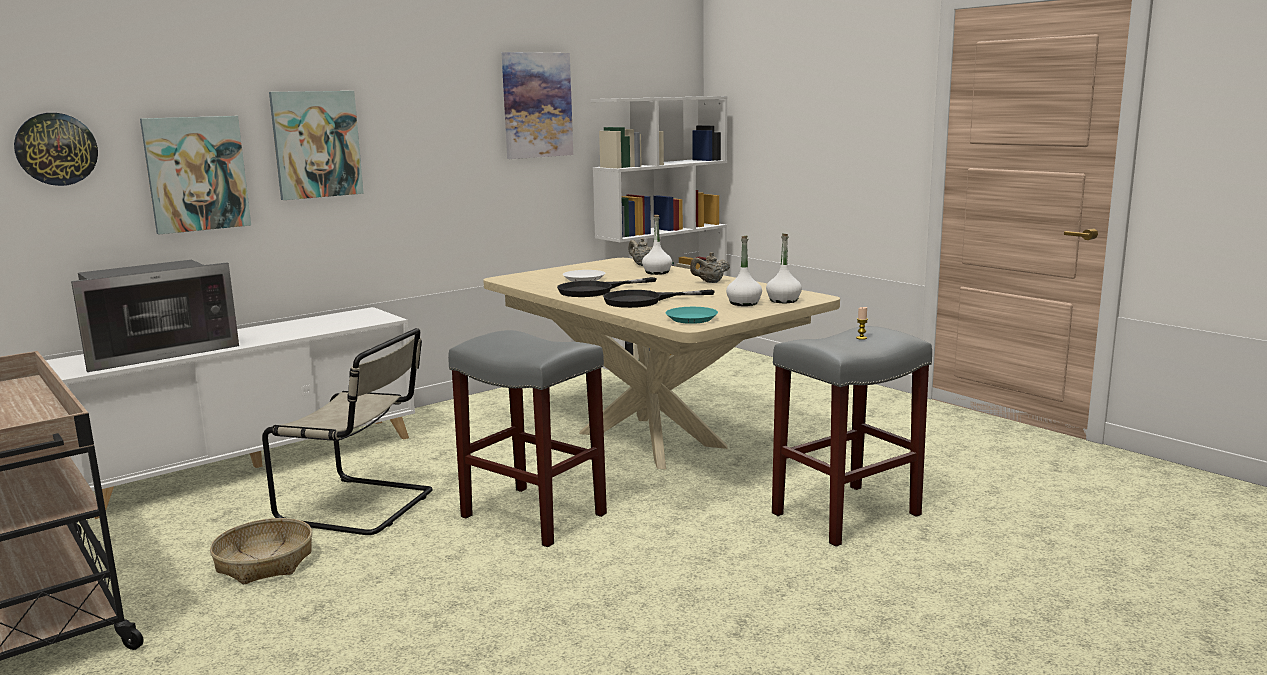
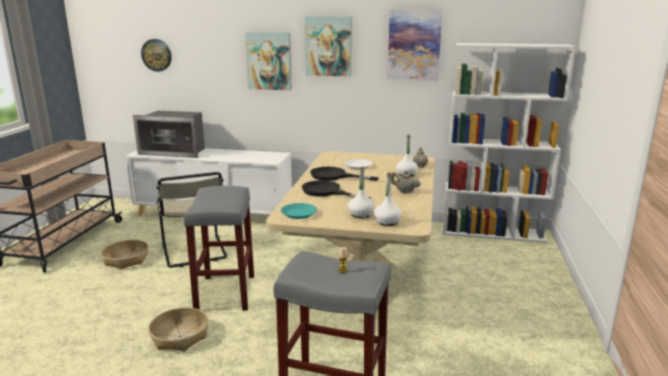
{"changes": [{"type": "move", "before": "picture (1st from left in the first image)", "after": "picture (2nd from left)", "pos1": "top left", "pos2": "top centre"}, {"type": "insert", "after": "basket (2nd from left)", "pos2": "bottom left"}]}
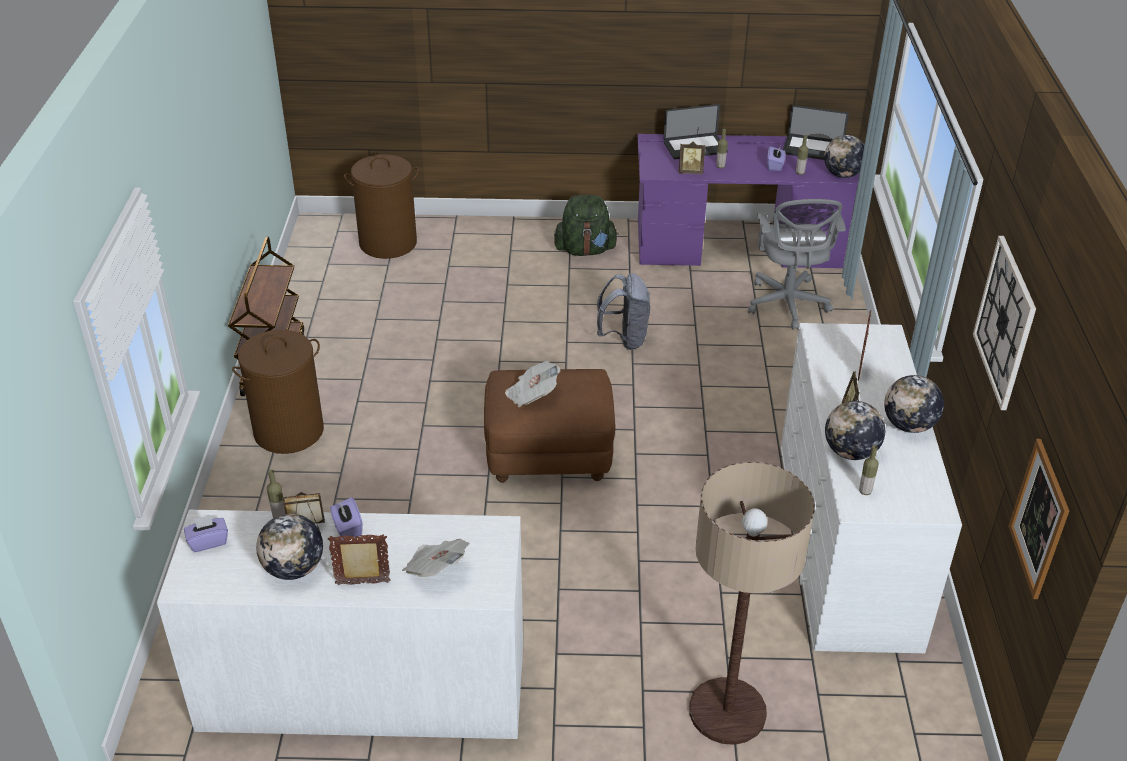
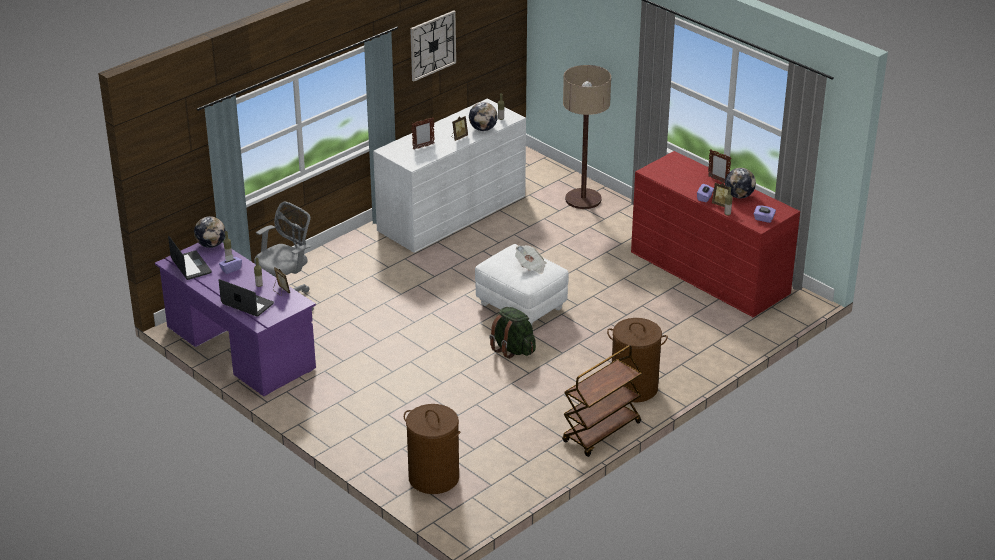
{"changes": [{"type": "recolor", "before": "white dresser (1st from left)", "after": "red dresser", "pos1": "bottom left", "pos2": "middle right"}, {"type": "delete", "before": "newspaper (1st from left)", "pos1": "bottom centre"}, {"type": "recolor", "before": "brown ottoman", "after": "white ottoman", "pos1": "centre", "pos2": "centre"}, {"type": "move", "before": "green backpack", "pos1": "top centre", "pos2": "centre"}, {"type": "delete", "before": "grey backpack", "pos1": "centre"}, {"type": "delete", "before": "globe (4th from left)", "pos1": "middle right"}, {"type": "delete", "before": "picture", "pos1": "bottom right"}]}
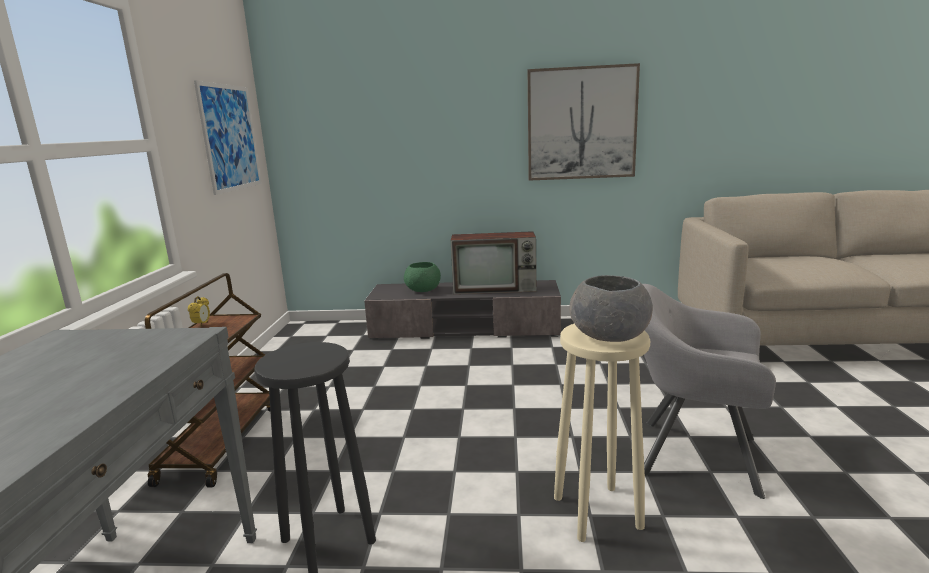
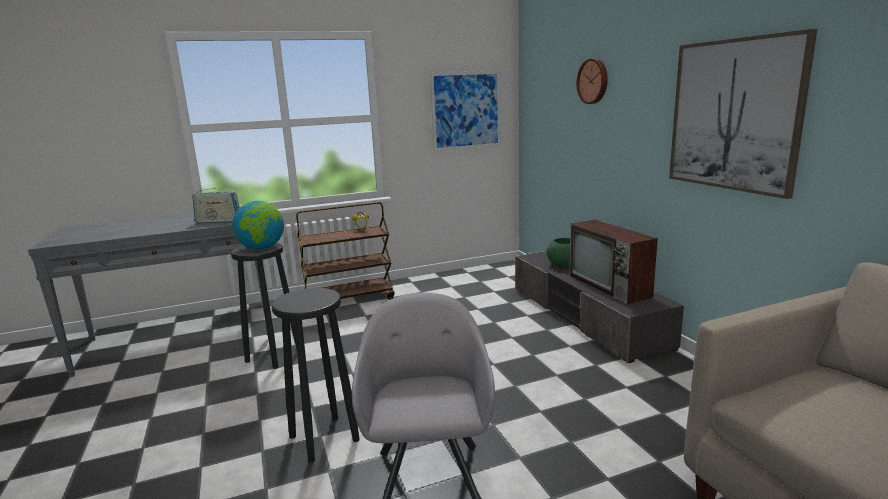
{"changes": [{"type": "recolor", "before": "beige stool", "after": "black stool (2nd from left)", "pos1": "bottom centre", "pos2": "bottom centre"}, {"type": "delete", "before": "grey bowl", "pos1": "centre"}, {"type": "insert", "after": "radio", "pos2": "middle left"}, {"type": "insert", "after": "globe", "pos2": "middle left"}, {"type": "insert", "after": "wall clock", "pos2": "top right"}]}
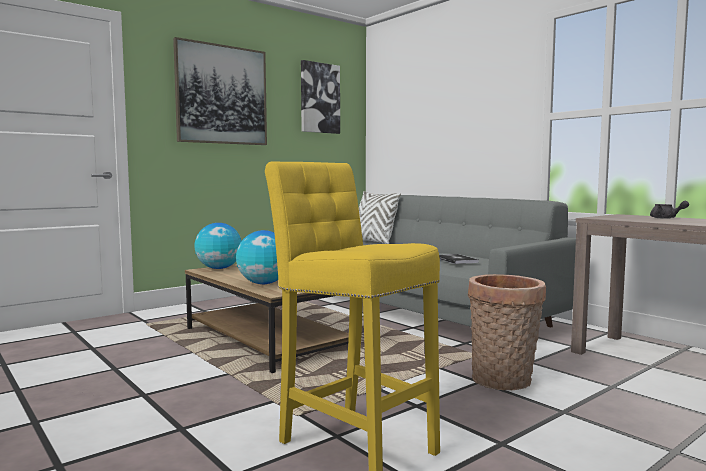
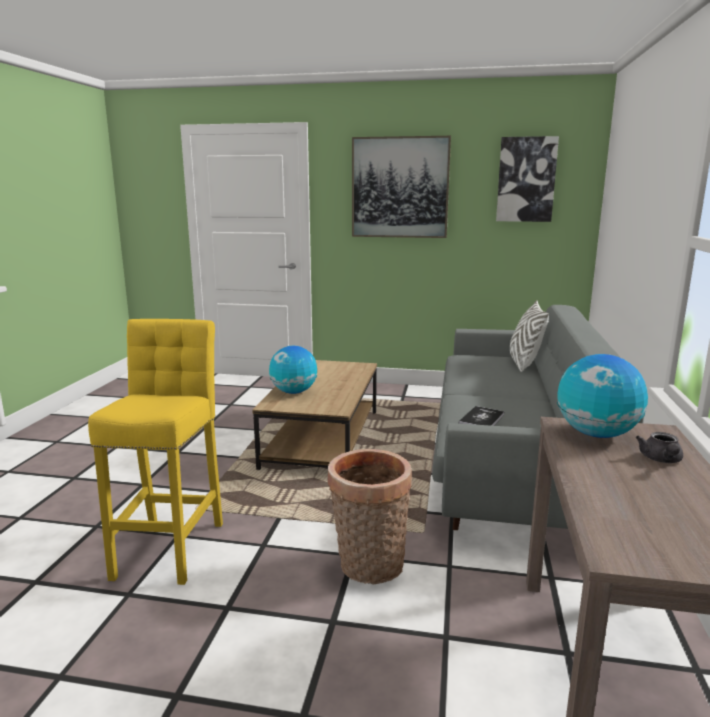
{"changes": [{"type": "move", "before": "globe (1st from left in the first image)", "after": "globe (2nd from left)", "pos1": "middle left", "pos2": "middle right"}]}
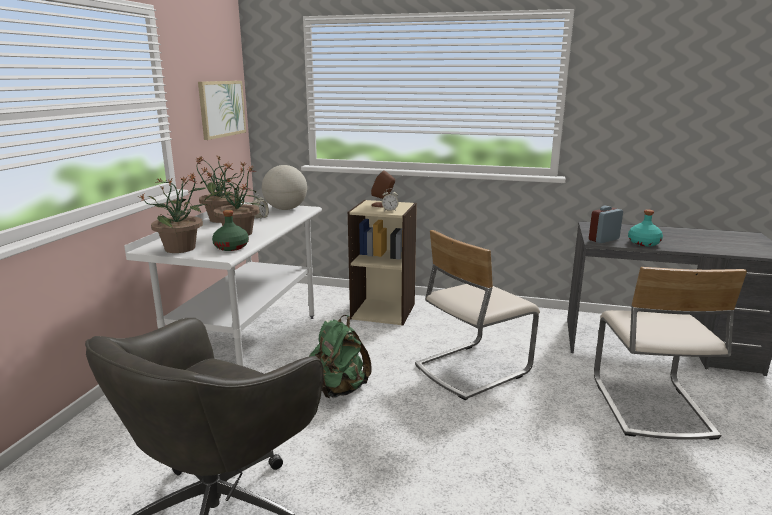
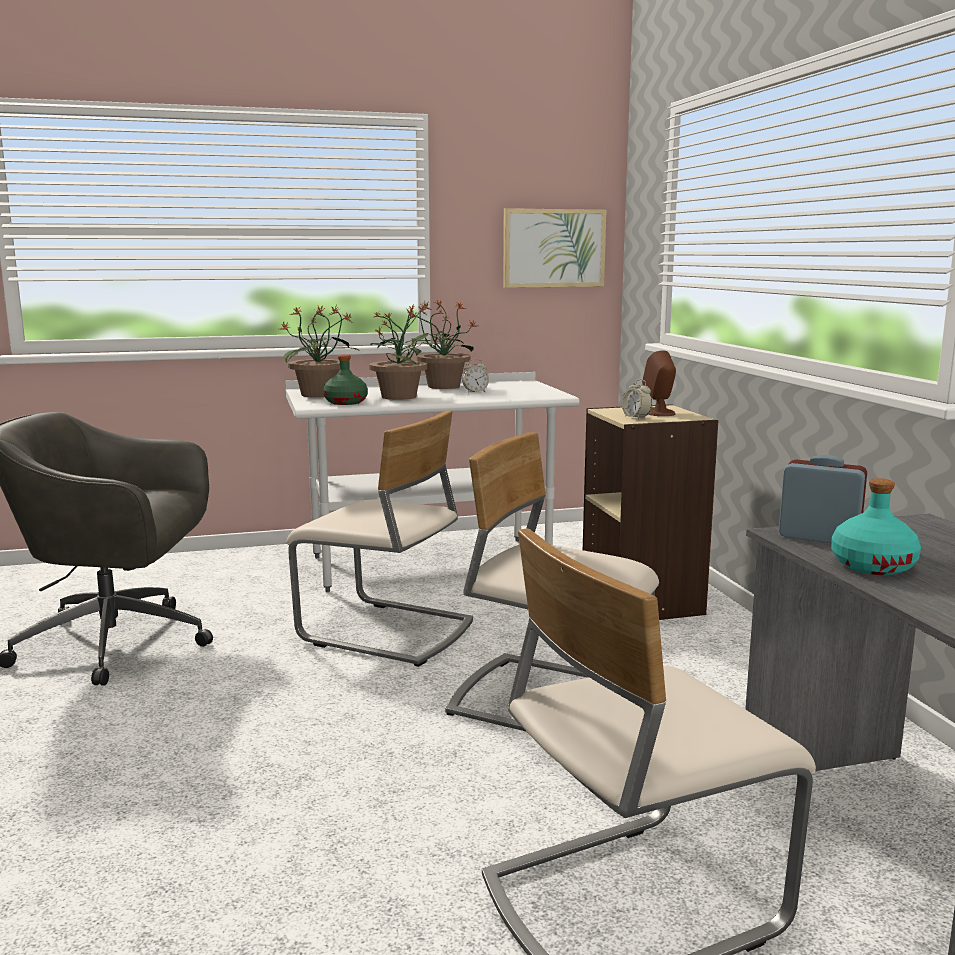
{"changes": [{"type": "delete", "before": "globe", "pos1": "centre"}, {"type": "replace", "before": "green backpack", "after": "beige chair (1st from left)", "pos1": "bottom centre", "pos2": "centre"}]}
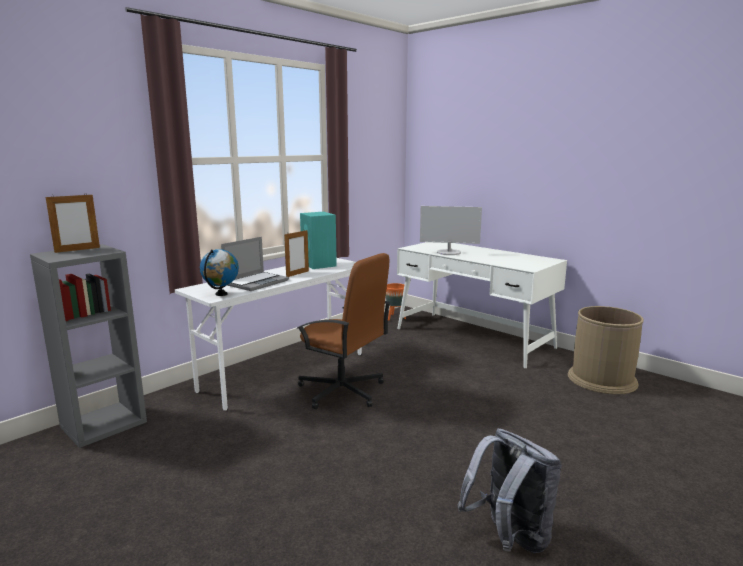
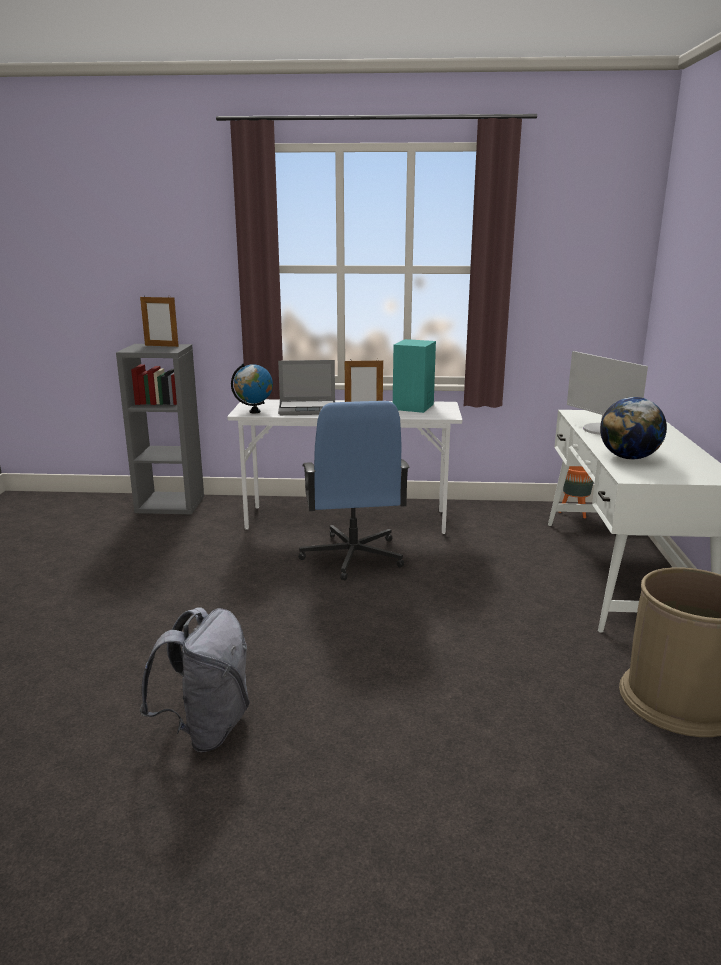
{"changes": [{"type": "recolor", "before": "brown office chair", "after": "blue office chair", "pos1": "centre", "pos2": "centre"}, {"type": "insert", "after": "globe (2nd from left)", "pos2": "middle right"}]}
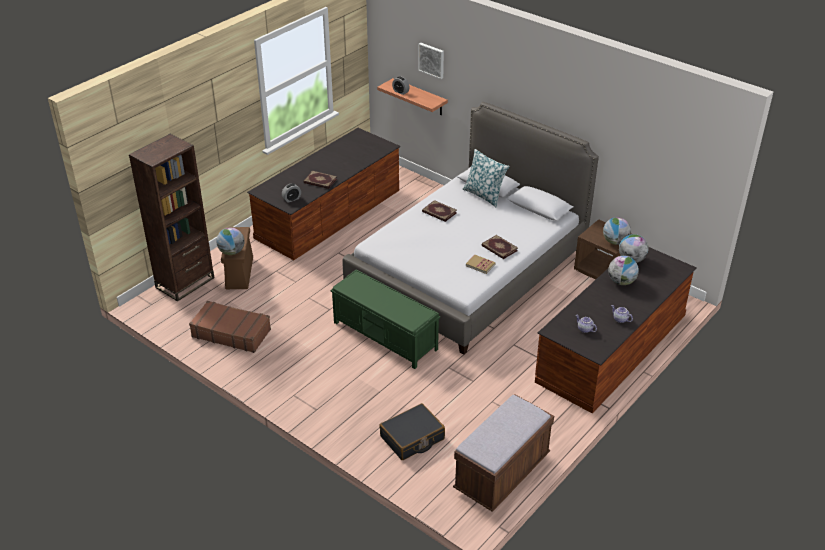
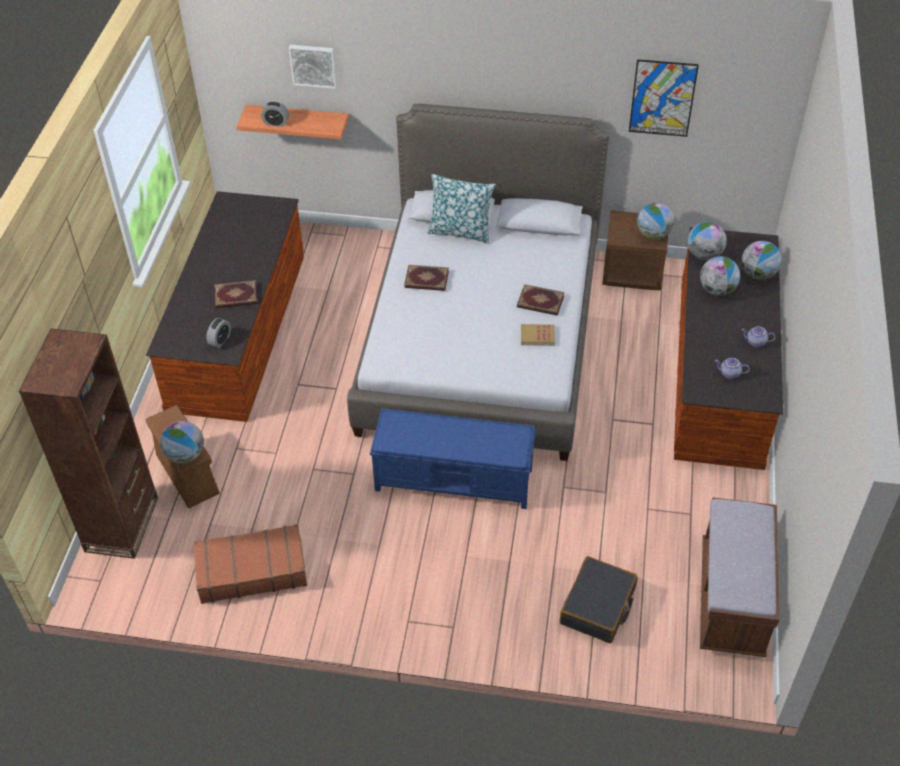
{"changes": [{"type": "recolor", "before": "green bench", "after": "blue bench", "pos1": "centre", "pos2": "centre"}, {"type": "insert", "after": "picture (2nd from left)", "pos2": "top right"}, {"type": "insert", "after": "globe (5th from left)", "pos2": "middle right"}]}
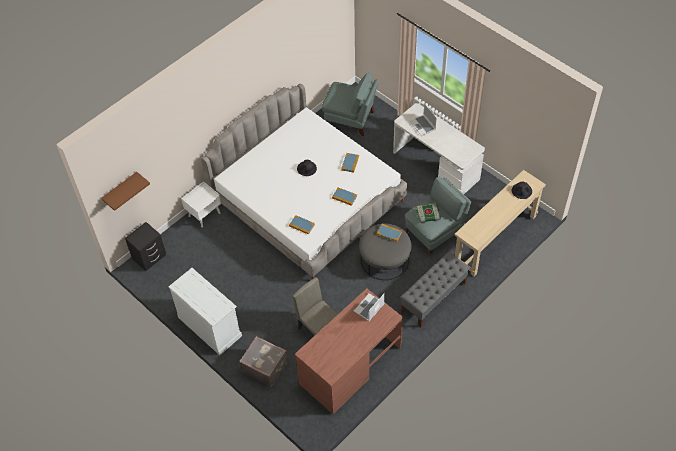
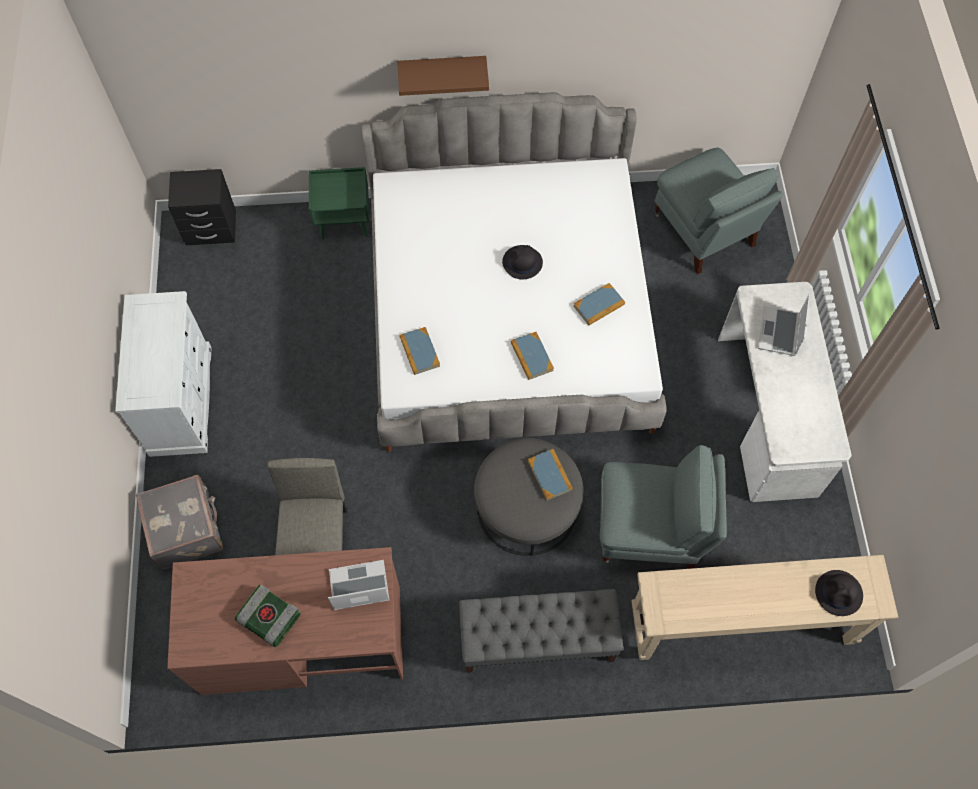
{"changes": [{"type": "move", "before": "brown shelf", "pos1": "middle left", "pos2": "top centre"}, {"type": "recolor", "before": "white nightstand", "after": "green nightstand", "pos1": "middle left", "pos2": "top centre"}, {"type": "move", "before": "book (5th from left in the first image)", "after": "book (1st from left)", "pos1": "centre", "pos2": "bottom left"}]}
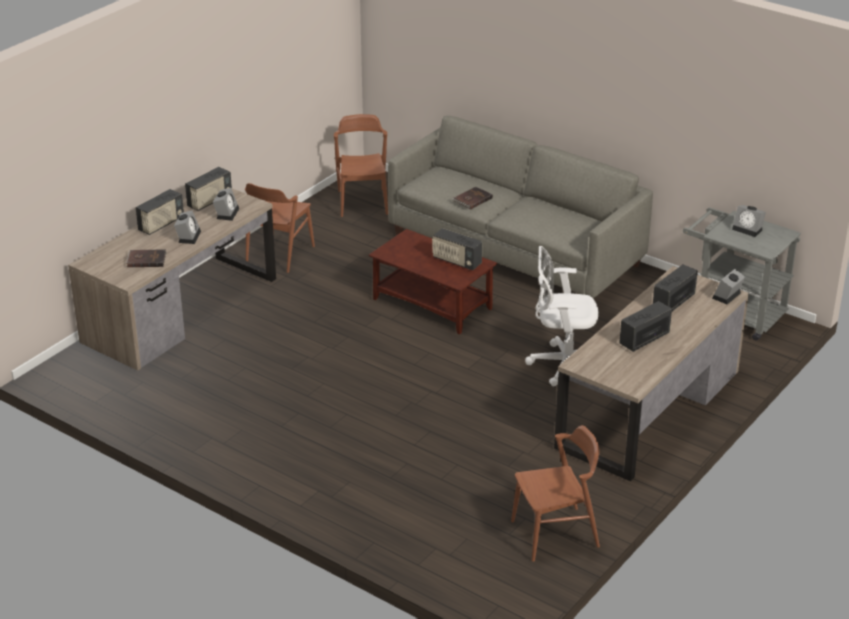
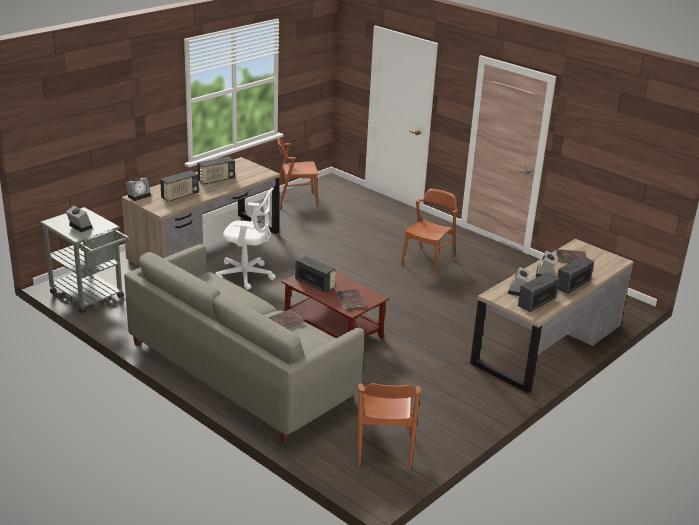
{"changes": [{"type": "move", "before": "brown chair (1st from left in the first image)", "after": "brown chair (3rd from left)", "pos1": "middle left", "pos2": "centre"}, {"type": "insert", "after": "brown book (2nd from left)", "pos2": "centre"}]}
